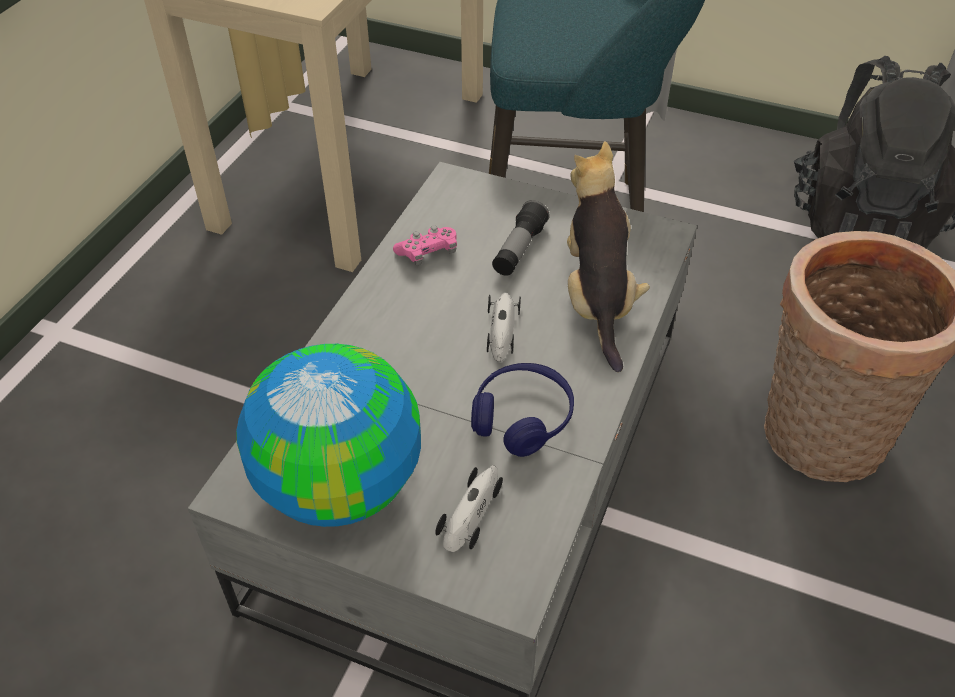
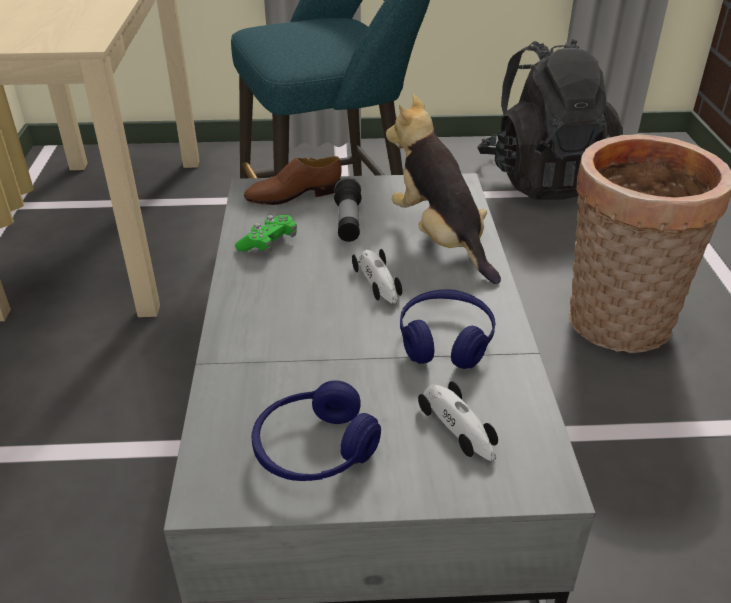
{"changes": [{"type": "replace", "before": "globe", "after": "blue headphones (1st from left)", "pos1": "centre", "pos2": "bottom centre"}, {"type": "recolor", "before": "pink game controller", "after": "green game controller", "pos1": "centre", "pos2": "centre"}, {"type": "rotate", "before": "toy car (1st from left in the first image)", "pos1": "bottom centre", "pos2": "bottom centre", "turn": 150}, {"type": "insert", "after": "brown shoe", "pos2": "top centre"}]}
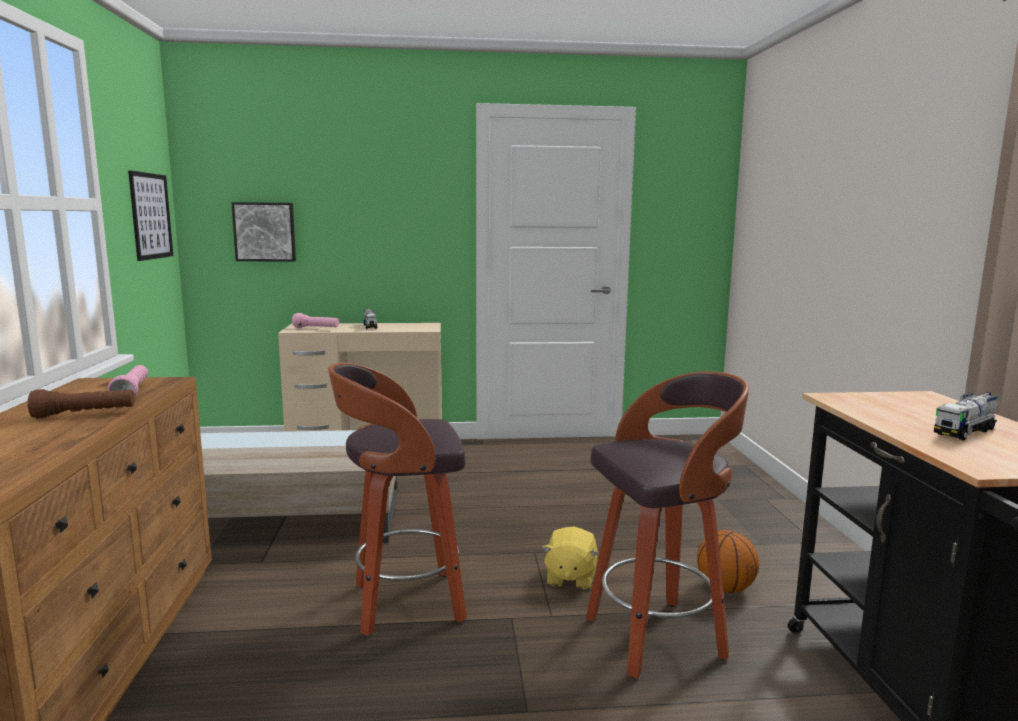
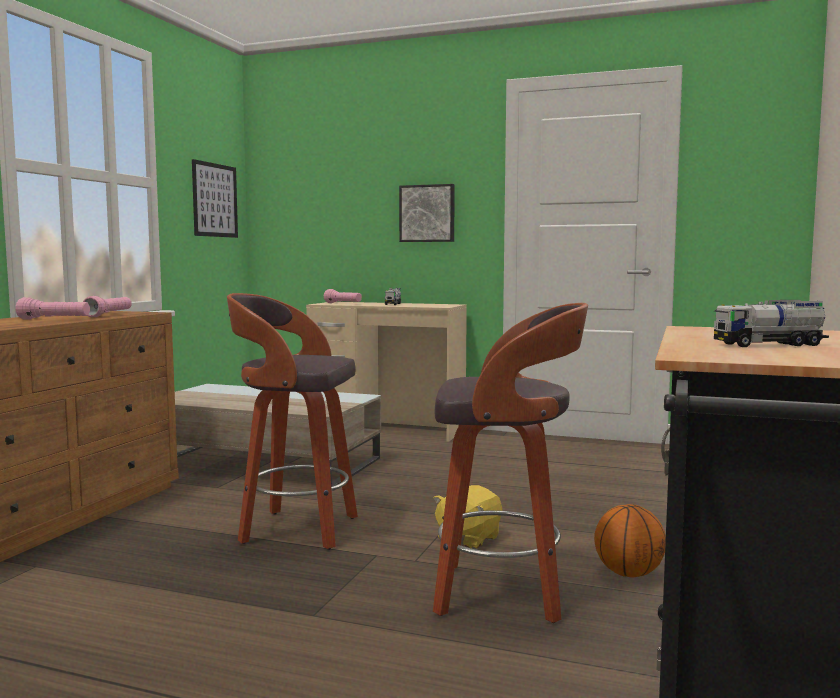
{"changes": [{"type": "recolor", "before": "brown flashlight", "after": "pink flashlight (1st from left)", "pos1": "middle left", "pos2": "middle left"}, {"type": "move", "before": "picture (2nd from left)", "pos1": "top left", "pos2": "top centre"}]}
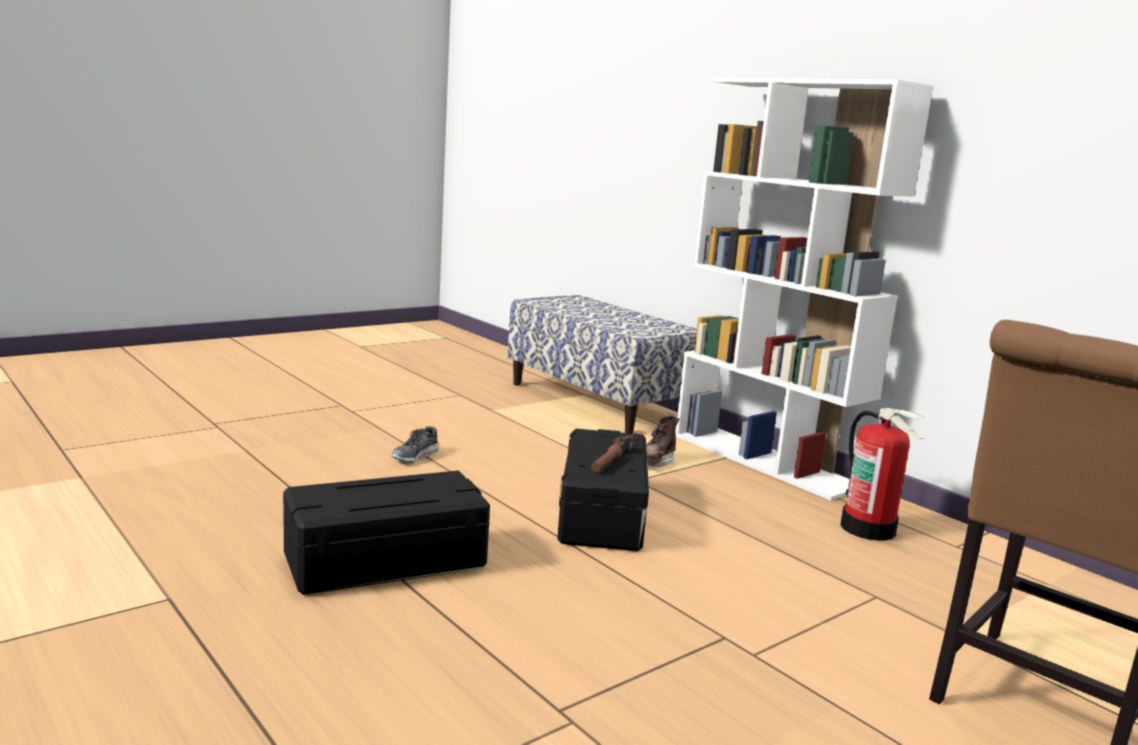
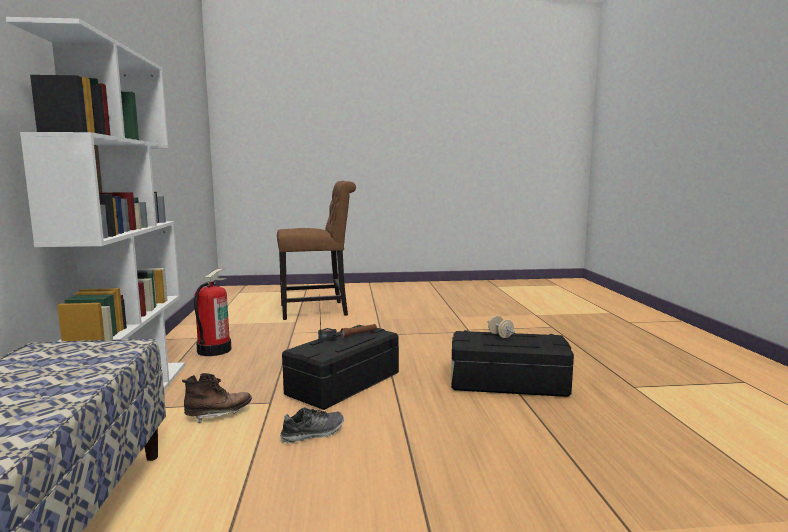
{"changes": [{"type": "move", "before": "shoe", "pos1": "centre", "pos2": "bottom centre"}, {"type": "insert", "after": "beige dumbbell", "pos2": "centre"}]}
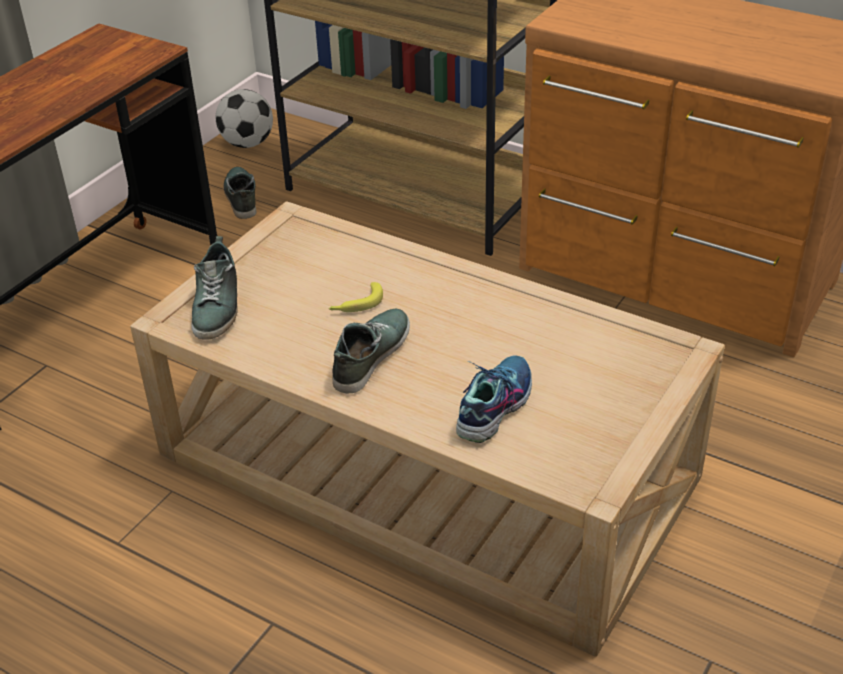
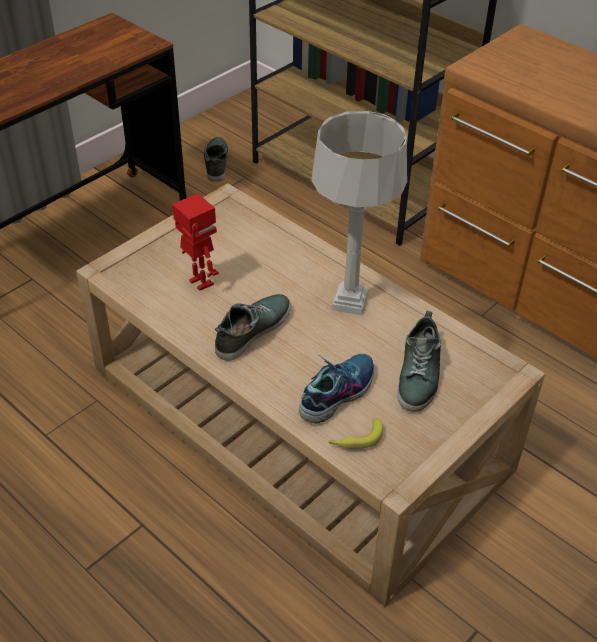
{"changes": [{"type": "move", "before": "shoe (1st from left in the first image)", "after": "shoe (4th from left)", "pos1": "middle left", "pos2": "middle right"}, {"type": "delete", "before": "football", "pos1": "top left"}, {"type": "move", "before": "banana", "pos1": "centre", "pos2": "bottom centre"}, {"type": "insert", "after": "toy robot", "pos2": "middle left"}, {"type": "insert", "after": "grey table lamp", "pos2": "top centre"}]}
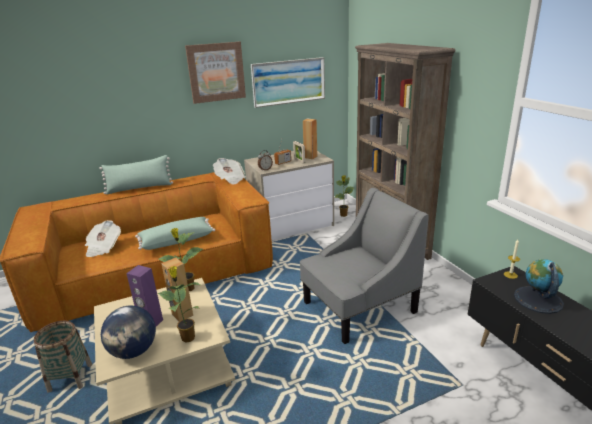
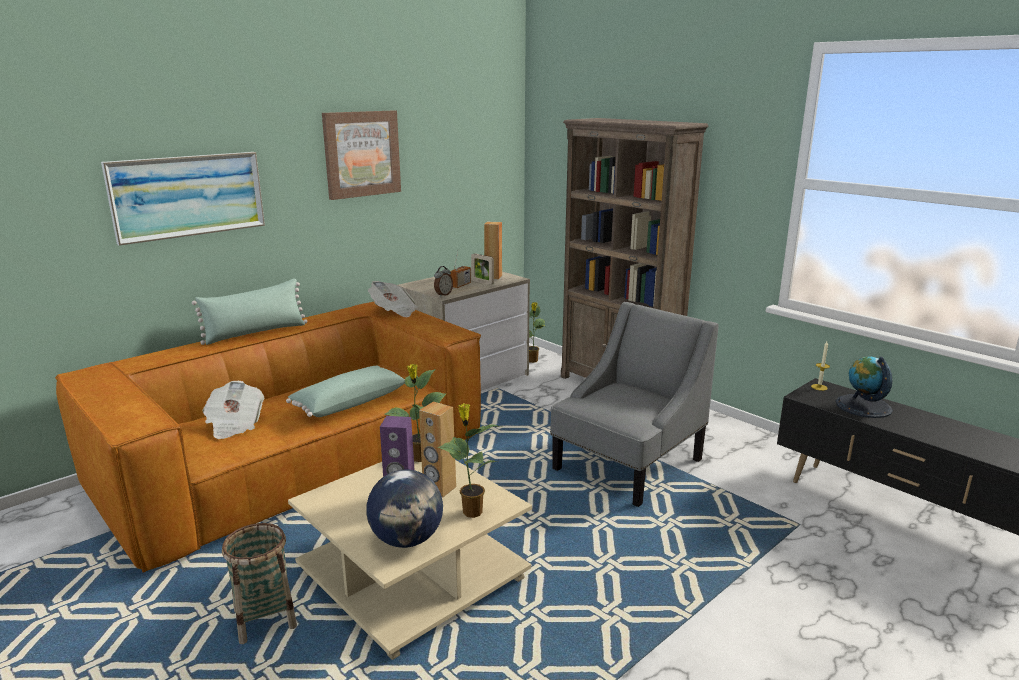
{"changes": [{"type": "move", "before": "picture (2nd from left in the first image)", "after": "picture (1st from left)", "pos1": "top centre", "pos2": "top left"}]}
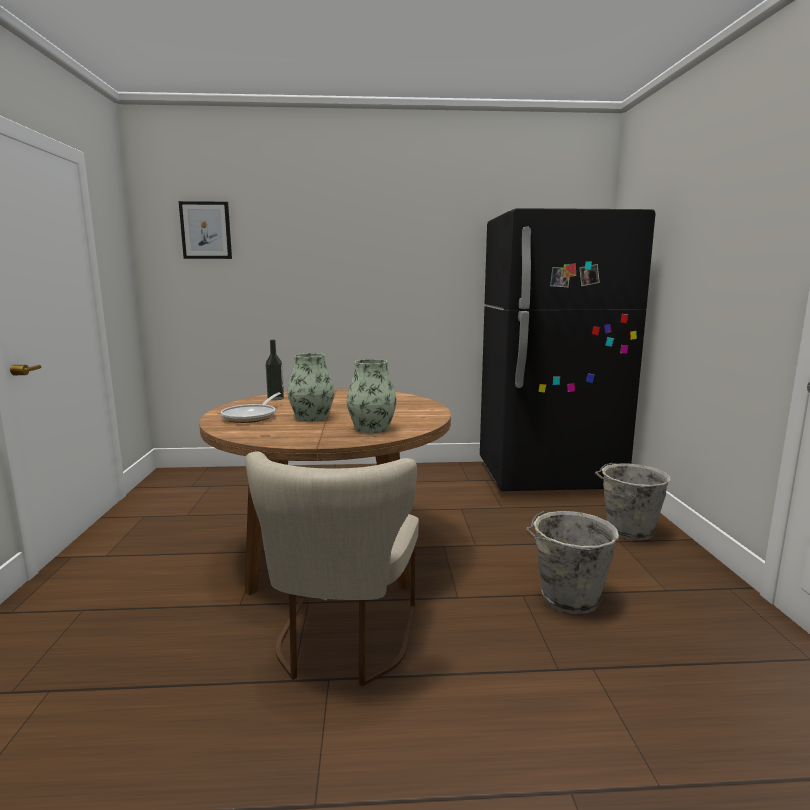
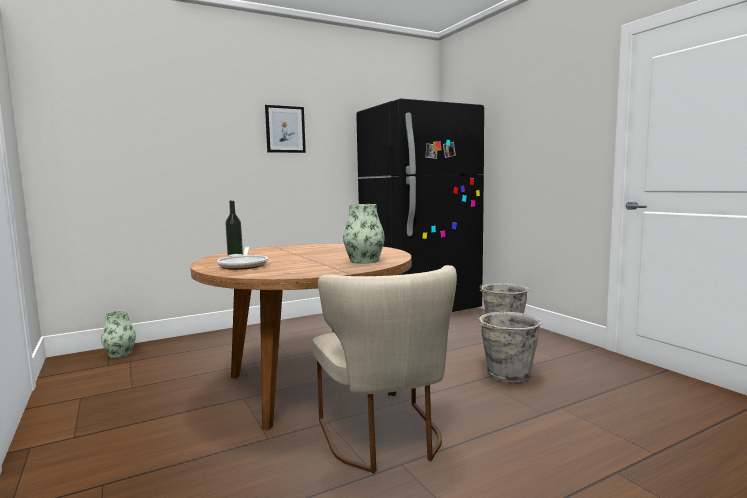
{"changes": [{"type": "move", "before": "picture", "pos1": "top left", "pos2": "top centre"}, {"type": "move", "before": "vase (1st from left)", "pos1": "centre", "pos2": "bottom left"}]}
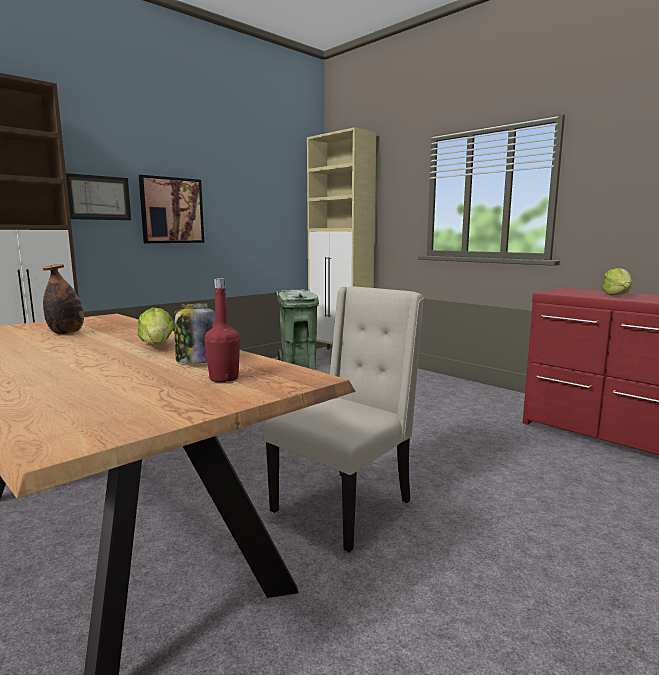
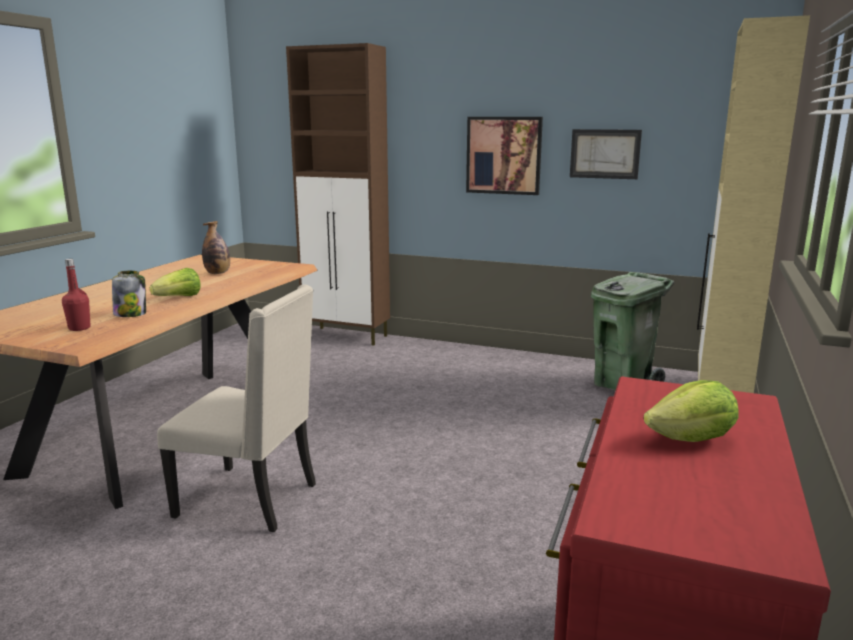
{"changes": [{"type": "move", "before": "picture (1st from left in the first image)", "after": "picture (2nd from left)", "pos1": "top left", "pos2": "top right"}]}
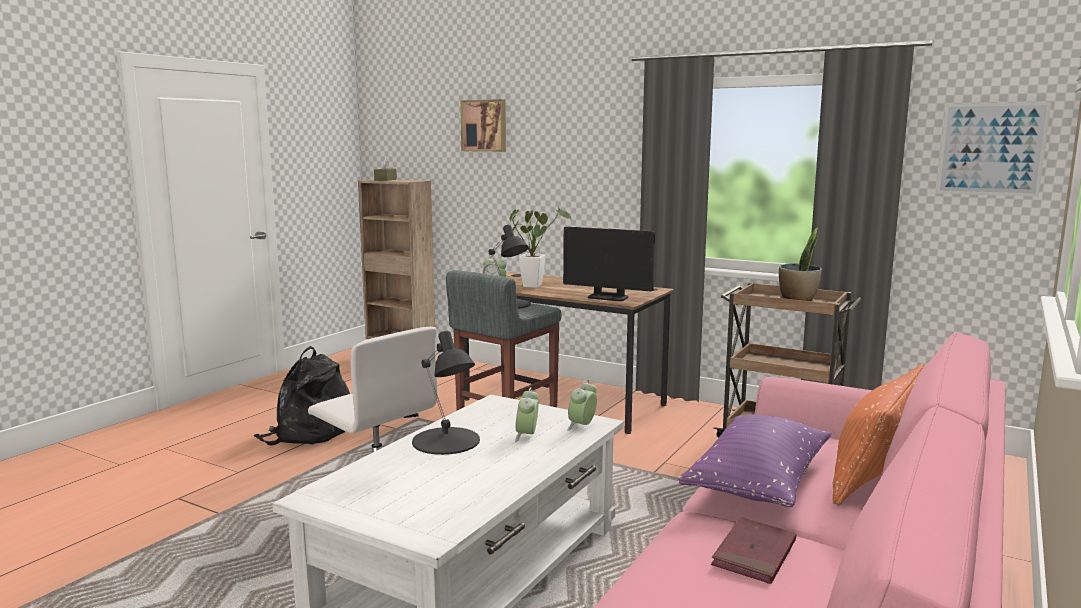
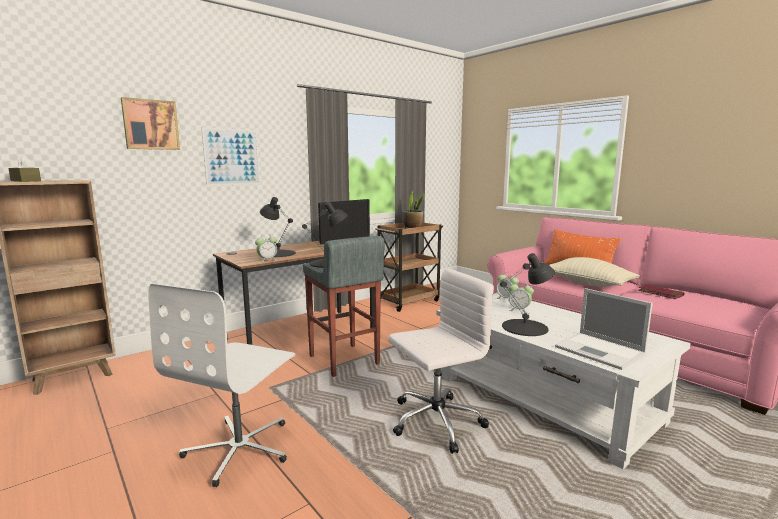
{"changes": [{"type": "replace", "before": "black backpack", "after": "white office chair (1st from left)", "pos1": "middle left", "pos2": "bottom left"}, {"type": "replace", "before": "potted plant (1st from left)", "after": "black table lamp (1st from left)", "pos1": "centre", "pos2": "centre"}, {"type": "recolor", "before": "purple pillow", "after": "beige pillow", "pos1": "bottom right", "pos2": "middle right"}, {"type": "move", "before": "picture (2nd from left)", "pos1": "top right", "pos2": "top left"}, {"type": "insert", "after": "laptop", "pos2": "middle right"}]}
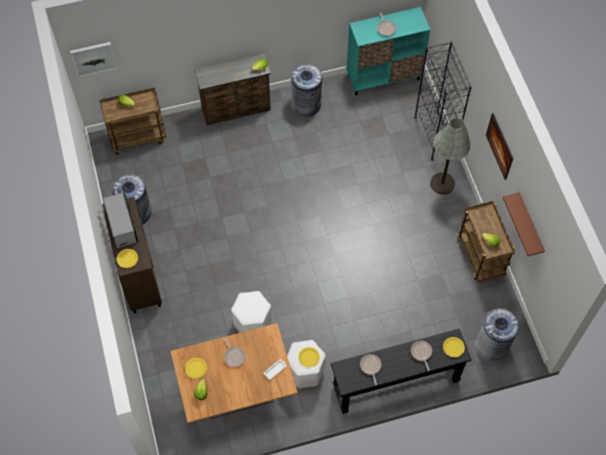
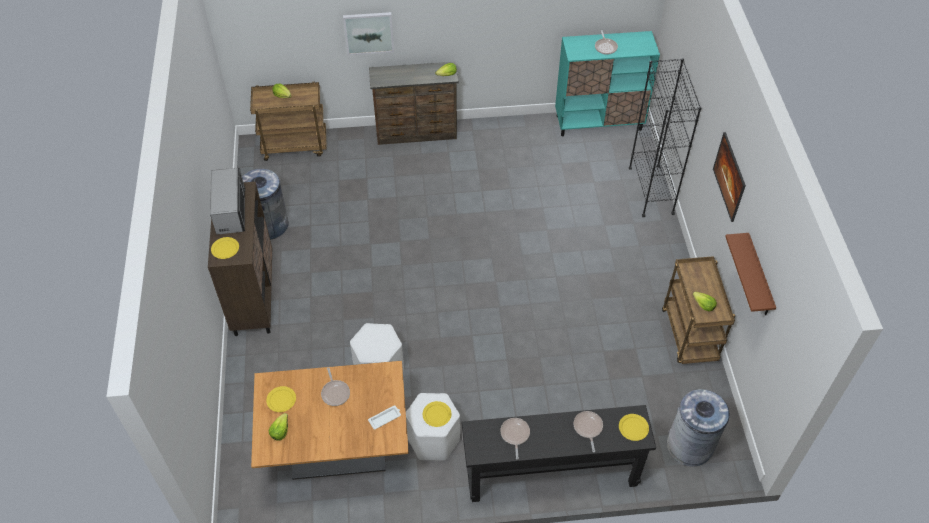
{"changes": [{"type": "move", "before": "picture (1st from left)", "pos1": "top left", "pos2": "top centre"}, {"type": "delete", "before": "grey trash can (2nd from left)", "pos1": "top centre"}, {"type": "delete", "before": "grey floor lamp", "pos1": "middle right"}]}
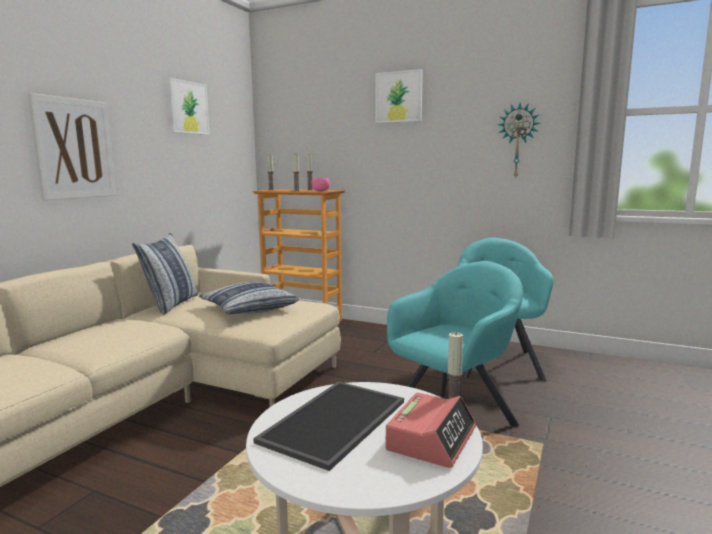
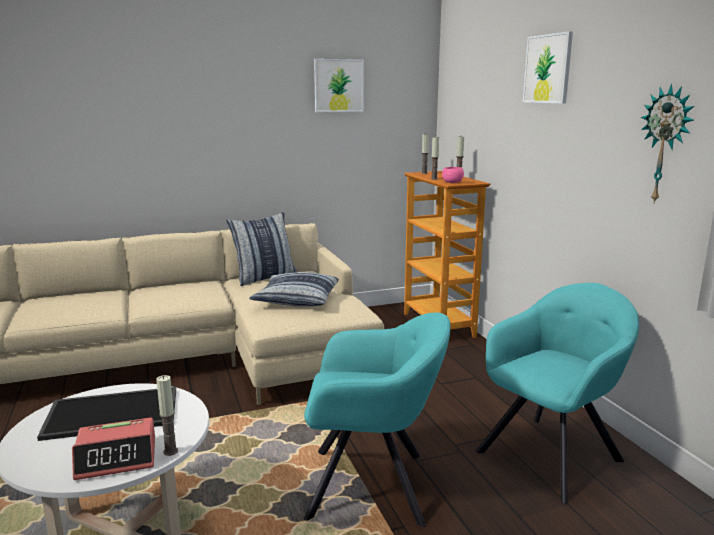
{"changes": [{"type": "delete", "before": "picture (1st from left)", "pos1": "top left"}]}
